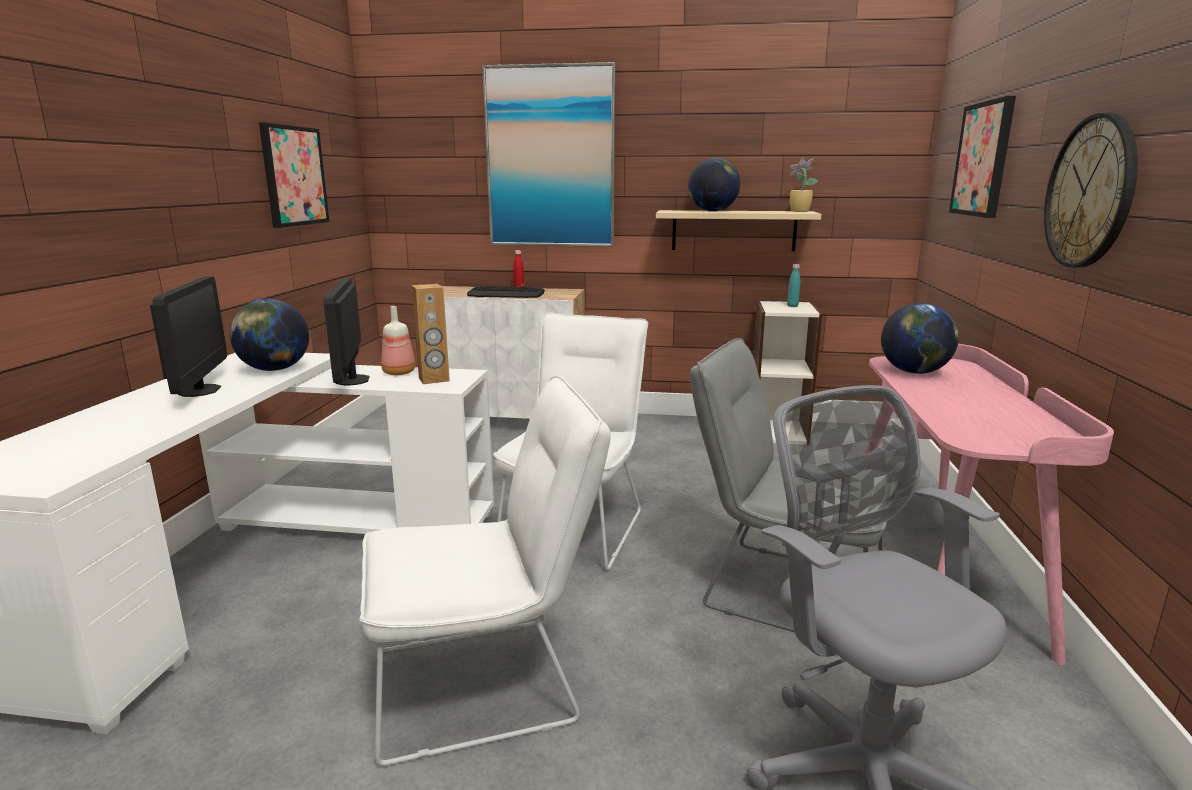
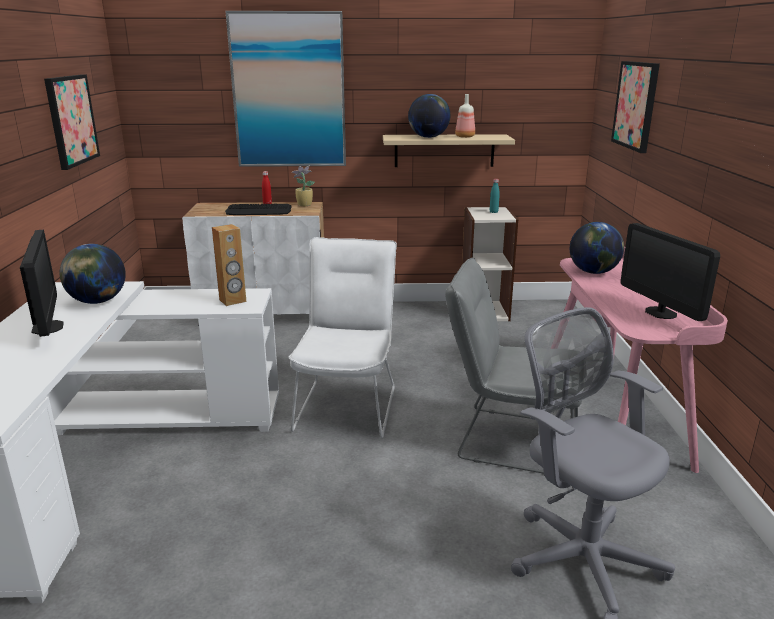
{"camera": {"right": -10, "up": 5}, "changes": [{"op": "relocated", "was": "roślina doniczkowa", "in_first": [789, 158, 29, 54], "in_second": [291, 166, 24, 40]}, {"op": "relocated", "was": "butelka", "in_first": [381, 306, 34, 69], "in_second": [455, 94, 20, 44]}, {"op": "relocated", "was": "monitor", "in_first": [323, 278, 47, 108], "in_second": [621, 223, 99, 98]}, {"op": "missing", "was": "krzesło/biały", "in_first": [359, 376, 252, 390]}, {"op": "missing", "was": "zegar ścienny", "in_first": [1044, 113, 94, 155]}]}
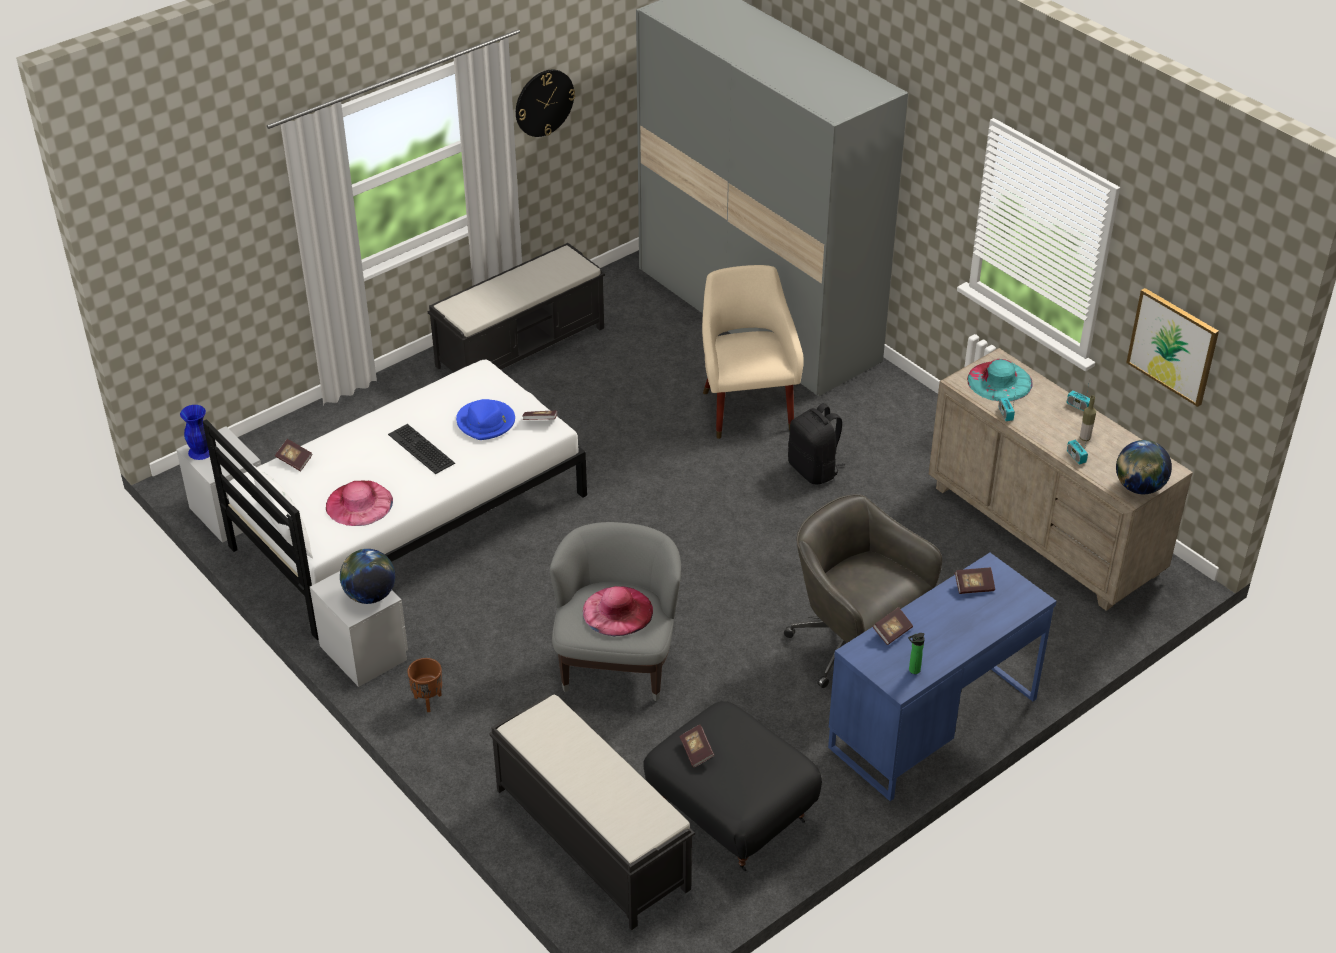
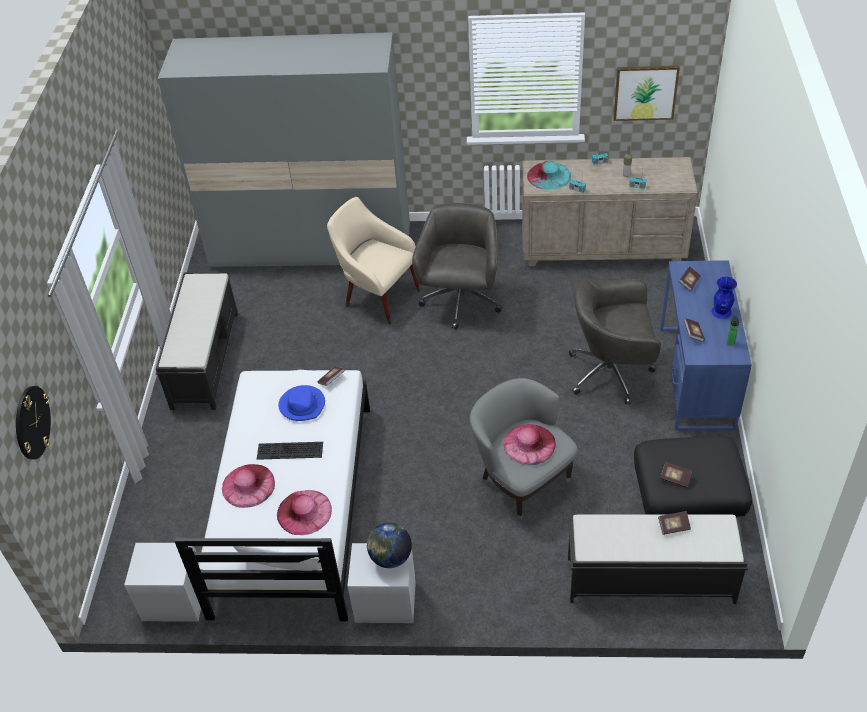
{"camera": {"right": -45, "up": 5}, "changes": [{"op": "relocated", "was": "zegar ścienny", "in_first": [516, 70, 59, 67], "in_second": [16, 386, 35, 73]}, {"op": "appeared", "now": "kapelusz/różowy", "in_second": [222, 464, 53, 44]}, {"op": "exchanged", "was": "plecak/czarny", "now": "krzesło biurowe/szary", "in_first": [788, 403, 57, 81], "in_second": [412, 203, 90, 127]}, {"op": "relocated", "was": "książka", "in_first": [275, 439, 38, 32], "in_second": [658, 511, 33, 24]}, {"op": "relocated", "was": "wazon/niebieski", "in_first": [180, 405, 30, 55], "in_second": [712, 277, 25, 42]}, {"op": "missing", "was": "donica/brązowy", "in_first": [407, 658, 35, 54]}, {"op": "missing", "was": "globus", "in_first": [1116, 440, 56, 54]}]}
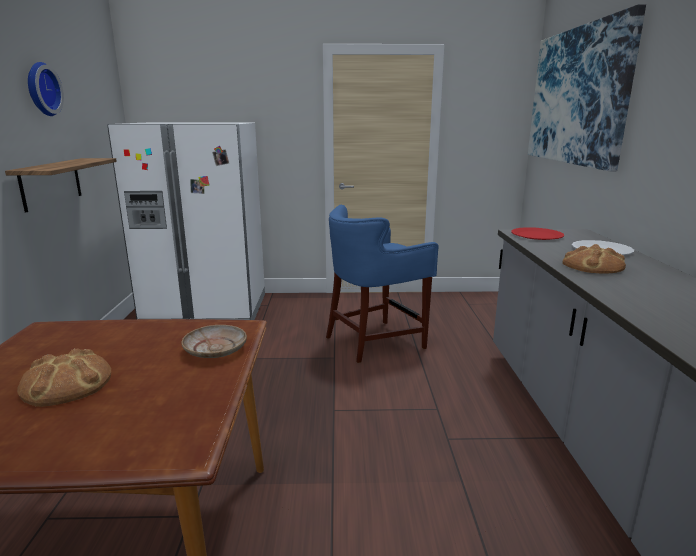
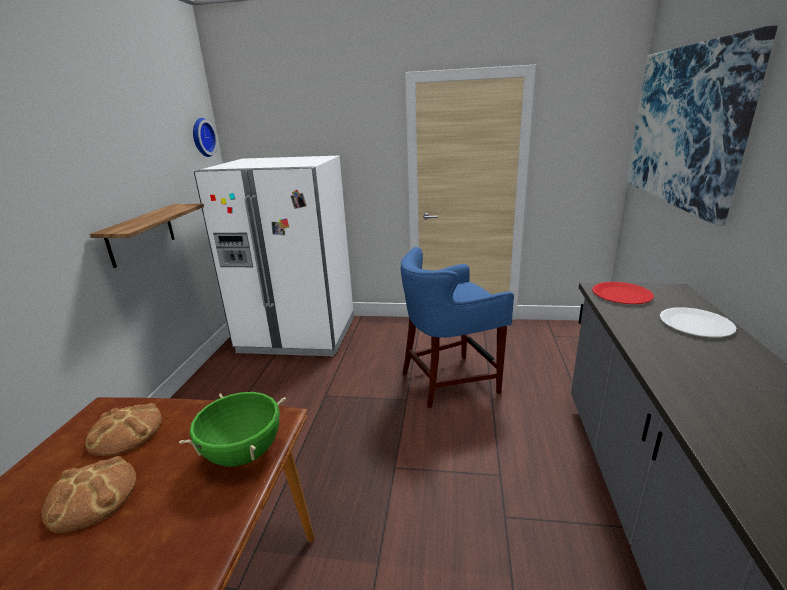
{"camera": {"right": 10, "up": 5}, "changes": [{"op": "relocated", "was": "chleb", "in_first": [562, 244, 64, 29], "in_second": [86, 403, 76, 53]}, {"op": "exchanged", "was": "talerz/beżowy", "now": "garnek/zielony", "in_first": [182, 325, 65, 33], "in_second": [179, 392, 107, 75]}, {"op": "relocated", "was": "zegar ścienny", "in_first": [28, 62, 36, 54], "in_second": [193, 118, 25, 39]}]}
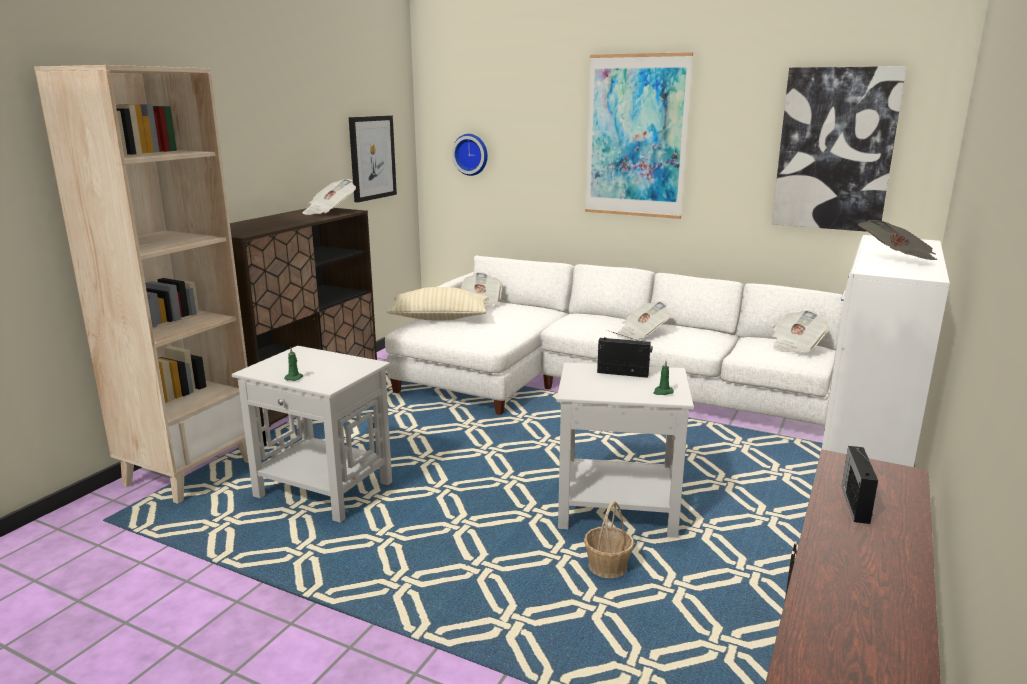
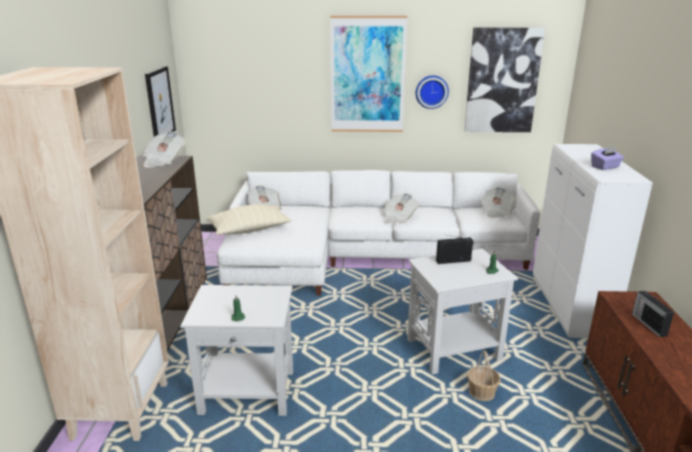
{"camera": {"right": -25, "up": 5}, "changes": [{"op": "relocated", "was": "zegar ścienny", "in_first": [452, 134, 36, 42], "in_second": [416, 75, 33, 34]}, {"op": "exchanged", "was": "gazeta", "now": "pudełko chusteczek/fioletowy", "in_first": [858, 220, 79, 40], "in_second": [591, 146, 33, 24]}]}
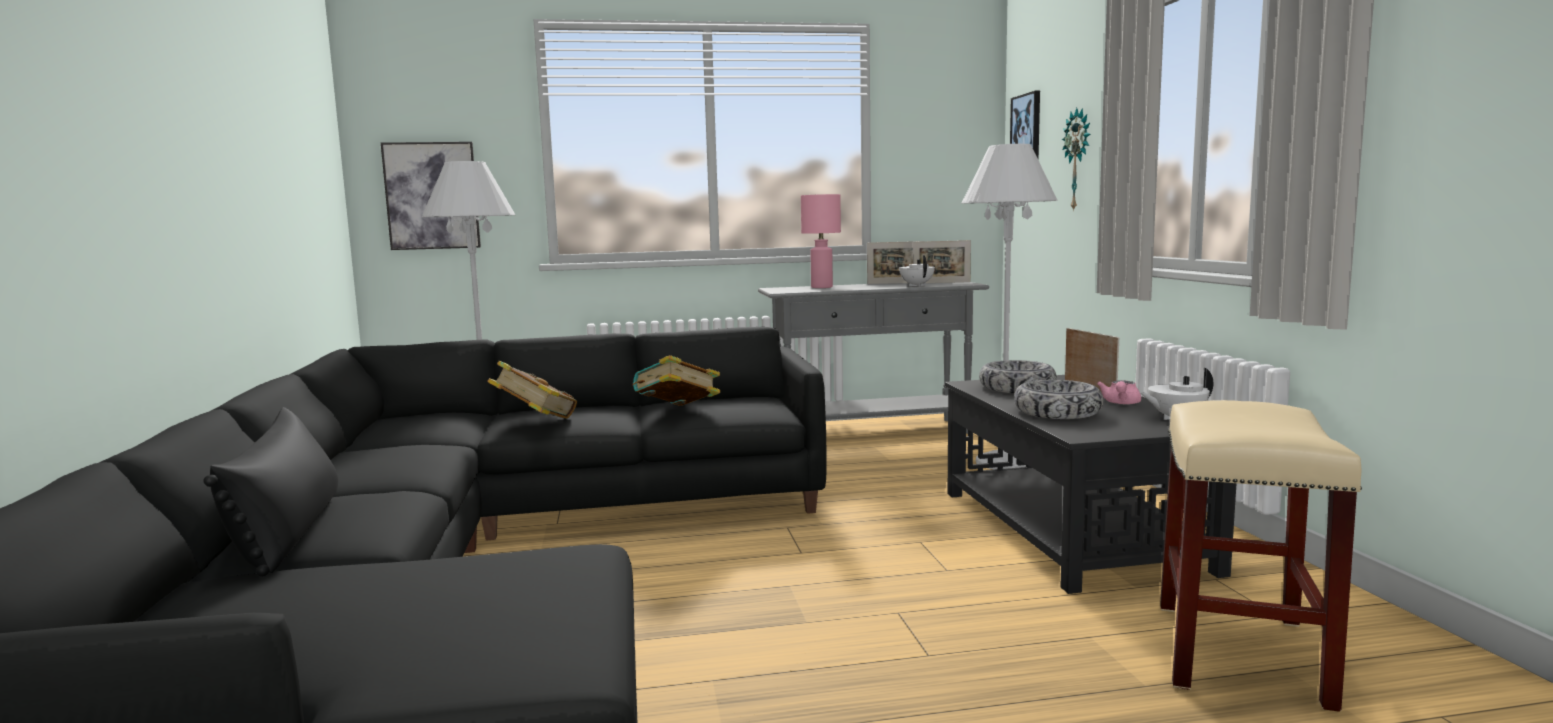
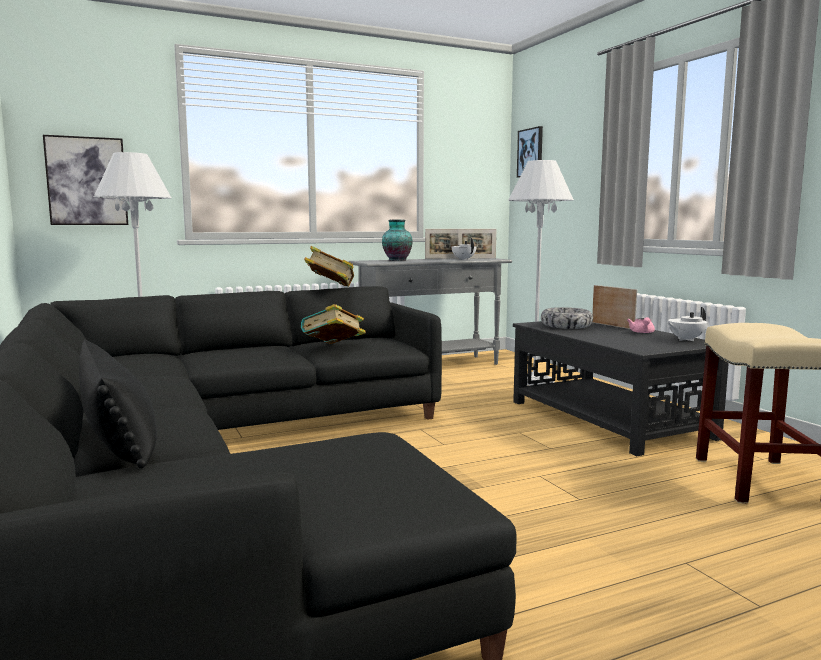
{"camera": {"right": -15, "up": 0}, "changes": [{"op": "relocated", "was": "książka", "in_first": [487, 361, 90, 58], "in_second": [304, 246, 50, 41]}, {"op": "exchanged", "was": "lampa stołowa/różowy", "now": "wazon", "in_first": [801, 194, 40, 94], "in_second": [382, 220, 31, 41]}, {"op": "missing", "was": "miska", "in_first": [1014, 380, 90, 39]}, {"op": "missing", "was": "zegar ścienny", "in_first": [1062, 108, 28, 104]}]}
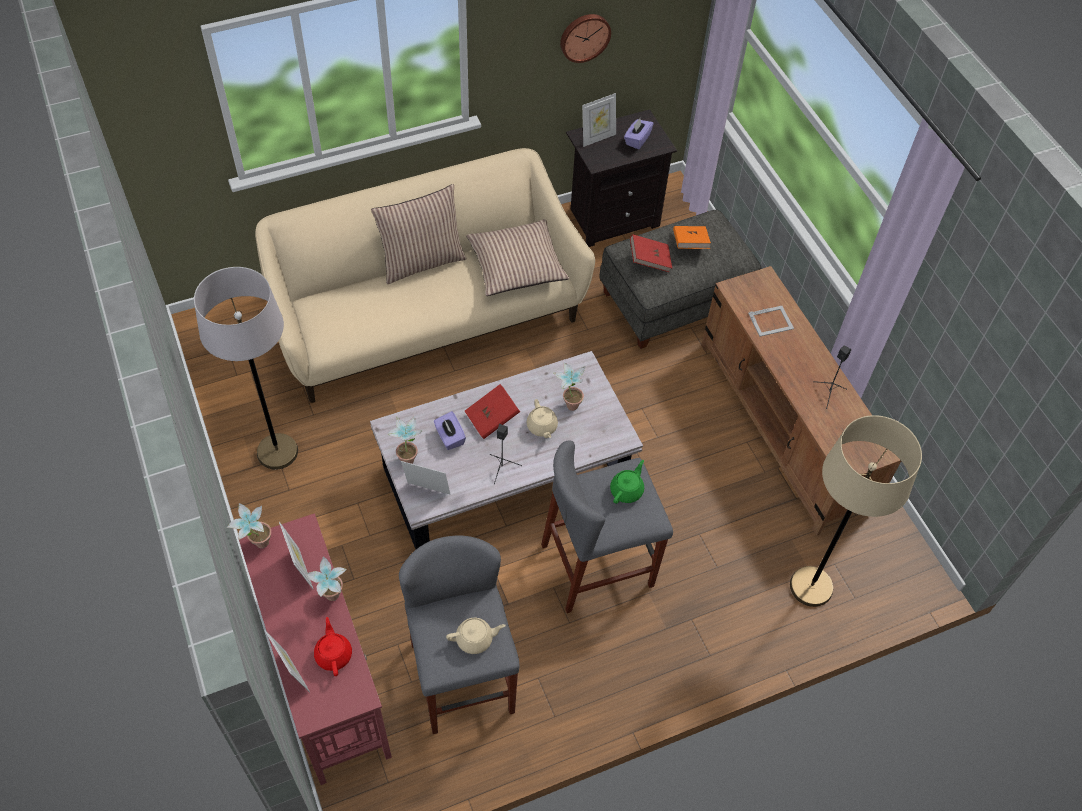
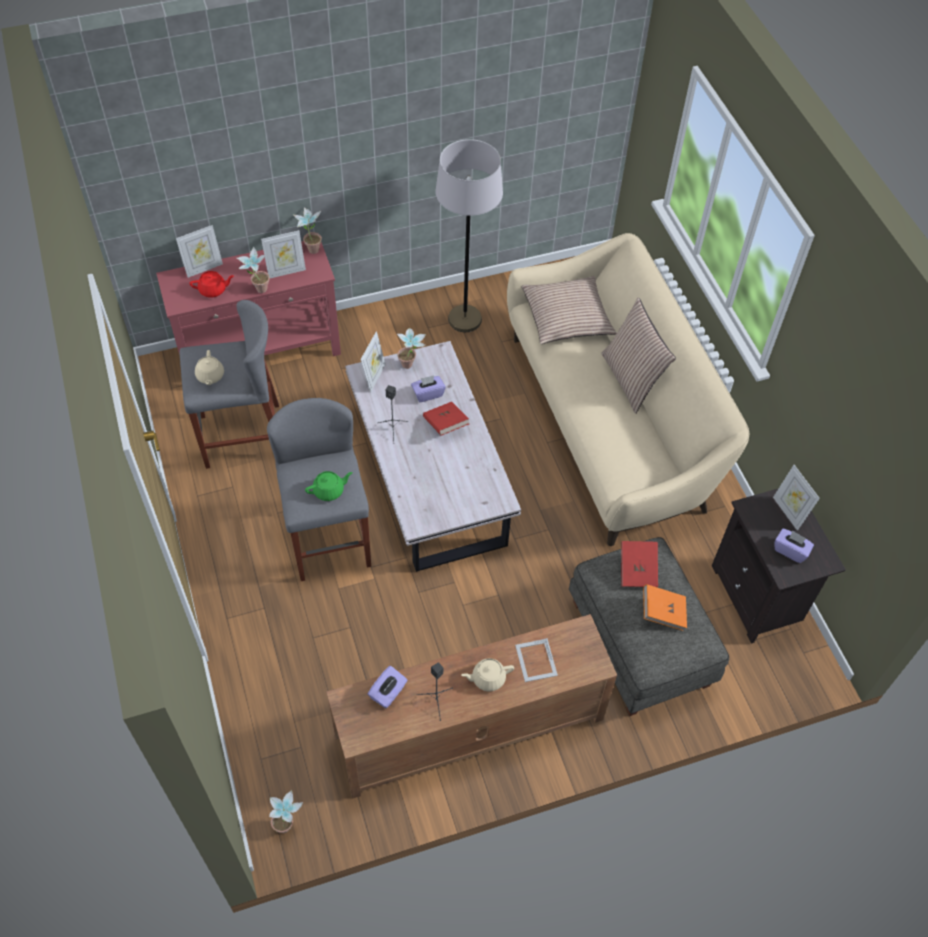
{"camera": {"right": 95, "up": 0}, "changes": [{"op": "relocated", "was": "roślina doniczkowa", "in_first": [553, 362, 32, 49], "in_second": [269, 790, 34, 43]}, {"op": "spun", "was": "imbryk/zielony", "in_first": [610, 460, 34, 44], "in_second": [305, 471, 48, 30], "clockwise": -60}, {"op": "appeared", "now": "pudełko chusteczek/fioletowy", "in_second": [368, 666, 40, 43]}, {"op": "relocated", "was": "imbryk/beżowy", "in_first": [526, 399, 32, 39], "in_second": [461, 658, 53, 34]}, {"op": "relocated", "was": "poduszka", "in_first": [466, 219, 104, 77], "in_second": [522, 276, 95, 68]}, {"op": "missing", "was": "zegar ścienny", "in_first": [560, 14, 51, 49]}, {"op": "missing", "was": "lampa stojąca/beżowy", "in_first": [790, 415, 132, 192]}]}
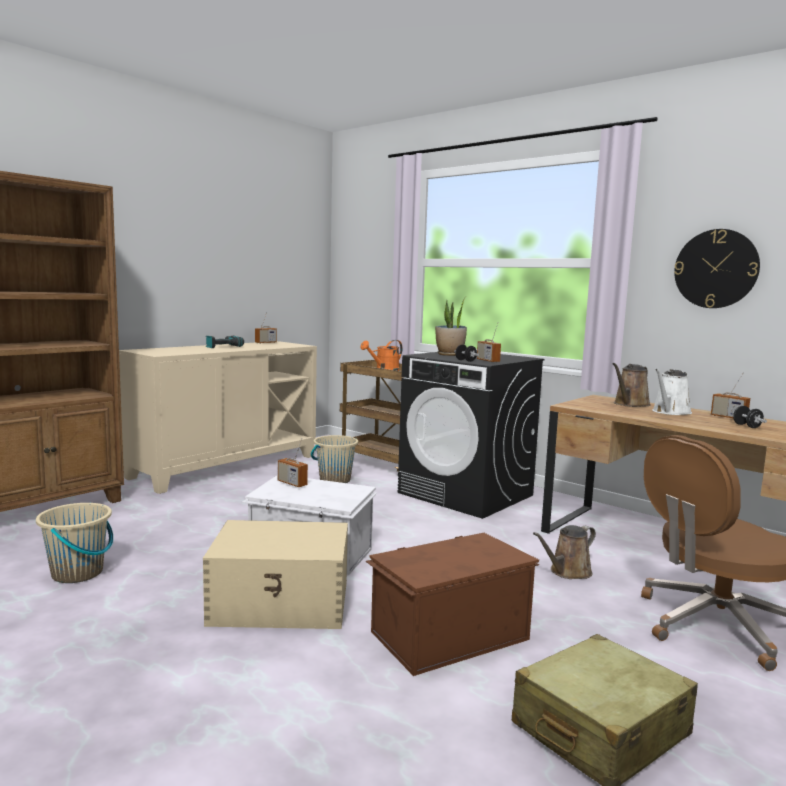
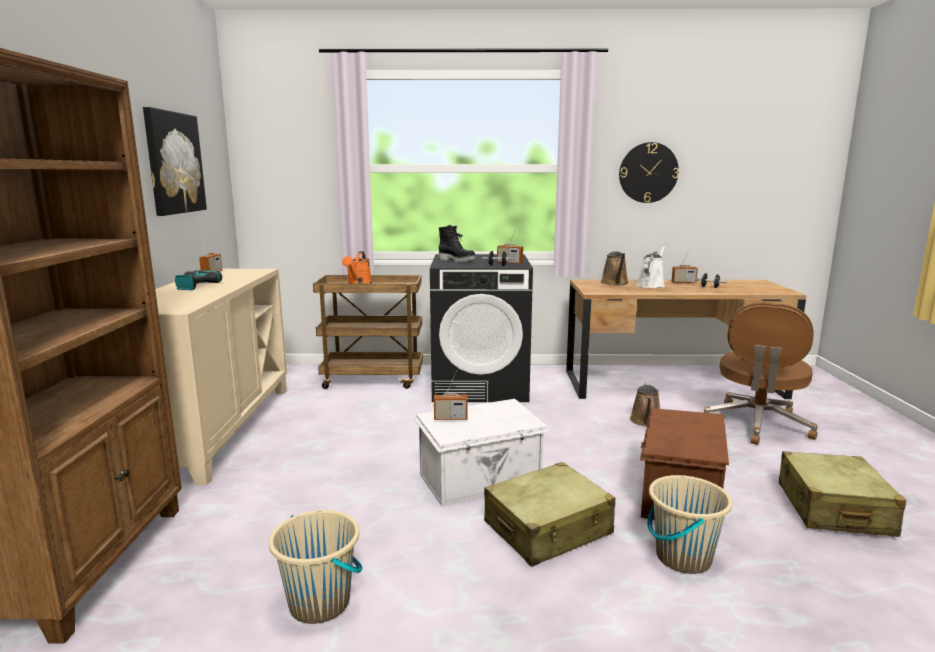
{"camera": {"right": -40, "up": 5}, "changes": [{"op": "appeared", "now": "obraz", "in_second": [143, 107, 64, 109]}, {"op": "exchanged", "was": "roślina doniczkowa", "now": "but z cholewką/czarny", "in_first": [435, 298, 32, 58], "in_second": [439, 225, 38, 38]}, {"op": "exchanged", "was": "pojemnik do przechowywania/beżowy", "now": "walizka/beżowy", "in_first": [203, 520, 145, 109], "in_second": [484, 462, 131, 105]}, {"op": "spun", "was": "konewka/biały", "in_first": [652, 369, 40, 46], "in_second": [636, 246, 29, 42], "clockwise": -150}, {"op": "relocated", "was": "wiadro/beżowy", "in_first": [311, 435, 47, 48], "in_second": [647, 475, 86, 99]}]}
